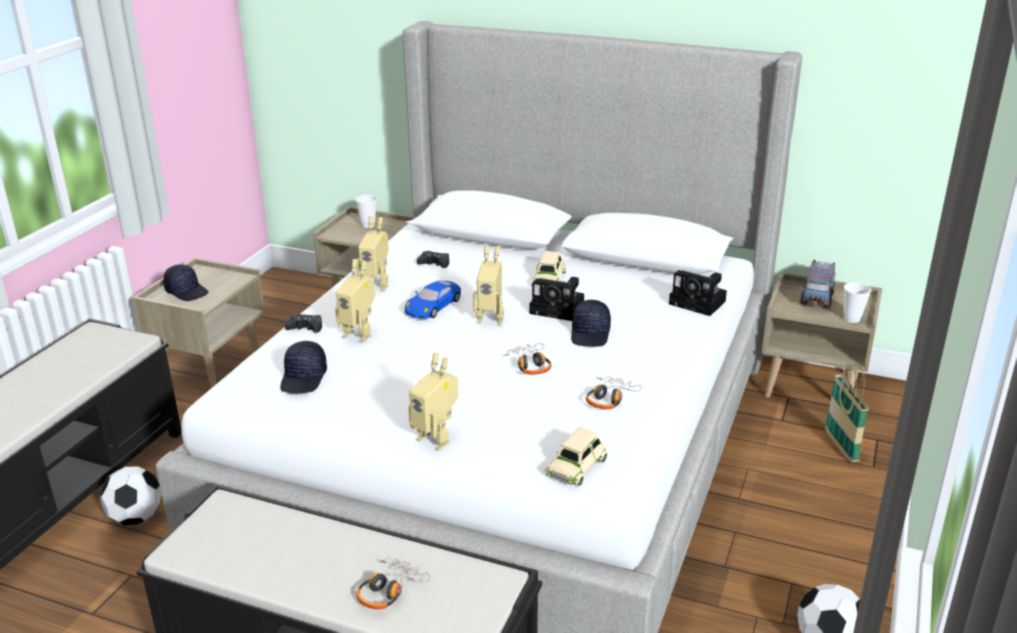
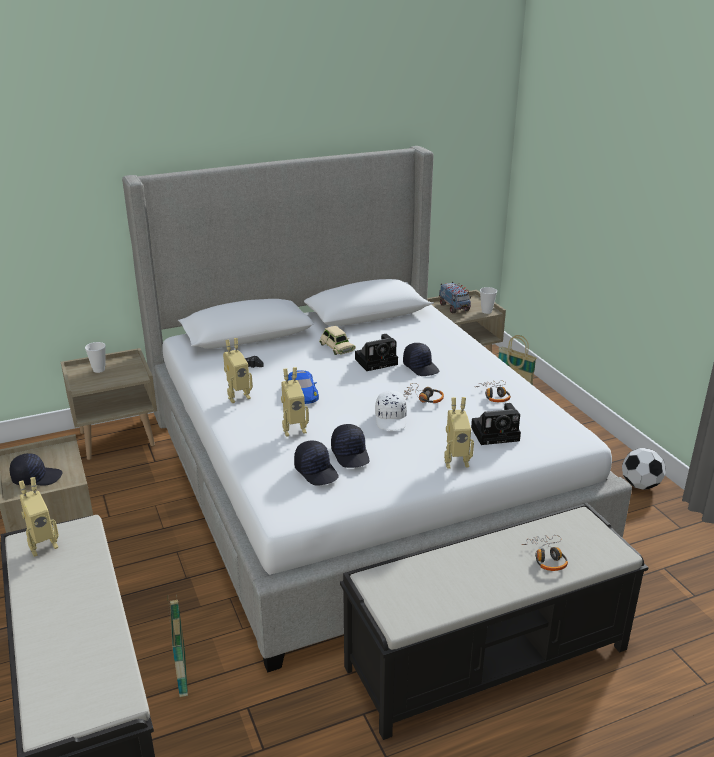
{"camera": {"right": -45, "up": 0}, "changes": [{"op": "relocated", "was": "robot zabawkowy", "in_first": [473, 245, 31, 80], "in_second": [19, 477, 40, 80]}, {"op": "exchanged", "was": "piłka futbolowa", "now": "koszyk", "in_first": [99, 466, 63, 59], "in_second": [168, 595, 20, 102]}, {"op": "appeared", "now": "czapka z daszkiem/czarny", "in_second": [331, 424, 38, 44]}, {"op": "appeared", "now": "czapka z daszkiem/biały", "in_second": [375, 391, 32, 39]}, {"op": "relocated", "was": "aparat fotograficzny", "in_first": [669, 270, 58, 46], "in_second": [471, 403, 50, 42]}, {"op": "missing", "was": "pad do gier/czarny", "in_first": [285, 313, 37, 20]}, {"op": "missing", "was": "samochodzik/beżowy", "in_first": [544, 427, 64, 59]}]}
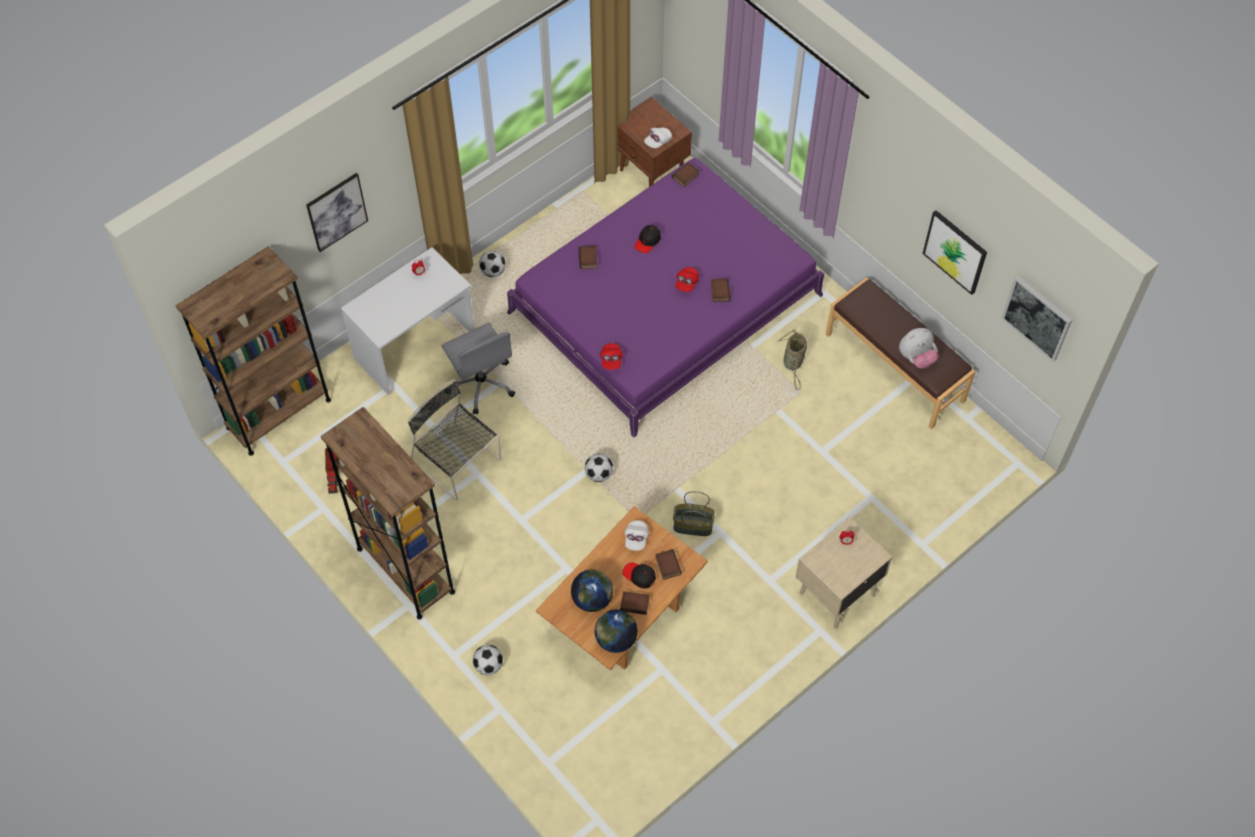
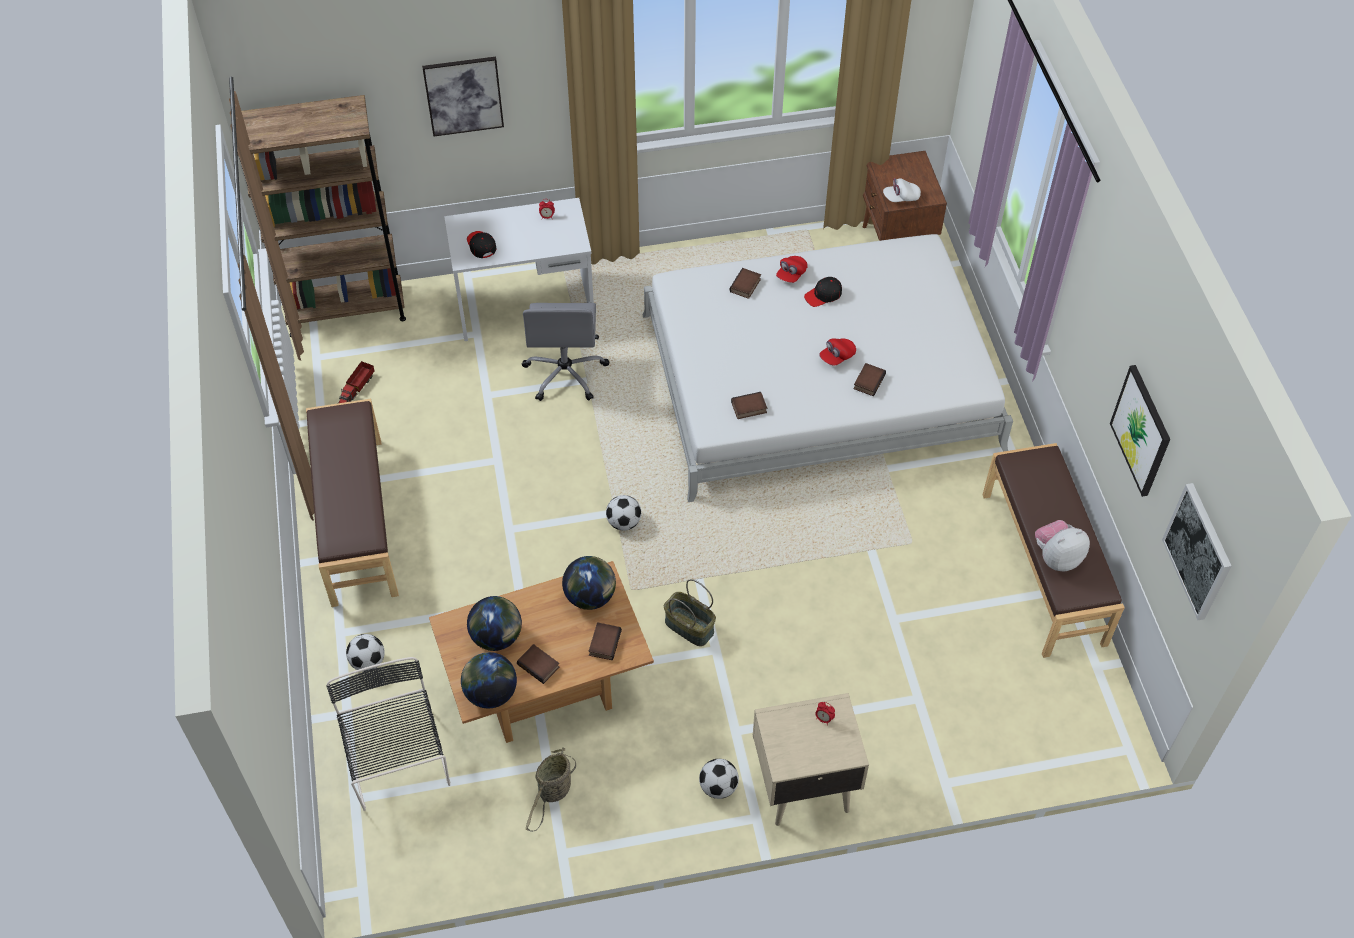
{"camera": {"right": 30, "up": -5}, "changes": [{"op": "exchanged", "was": "regał/brązowy", "now": "ławka/brązowy", "in_first": [321, 407, 134, 213], "in_second": [306, 399, 93, 208]}, {"op": "relocated", "was": "krzesło/czarny", "in_first": [408, 379, 93, 121], "in_second": [326, 657, 125, 154]}, {"op": "relocated", "was": "czapka z daszkiem/czarny", "in_first": [623, 562, 33, 27], "in_second": [467, 231, 29, 27]}, {"op": "relocated", "was": "koszyk", "in_first": [778, 329, 29, 61], "in_second": [526, 747, 50, 85]}, {"op": "exchanged", "was": "czapka z daszkiem/biały", "now": "globus", "in_first": [625, 520, 24, 31], "in_second": [562, 556, 54, 54]}, {"op": "colour", "was": "łóżko/fioletowy", "now": "łóżko/biały", "in_first": [507, 158, 317, 280], "in_second": [643, 234, 370, 268]}, {"op": "relocated", "was": "piłka futbolowa", "in_first": [479, 251, 27, 26], "in_second": [699, 759, 40, 40]}, {"op": "relocated", "was": "książka", "in_first": [672, 162, 28, 25], "in_second": [731, 392, 36, 27]}, {"op": "relocated", "was": "czapka z daszkiem/czerwony", "in_first": [600, 343, 23, 27], "in_second": [776, 256, 32, 27]}, {"op": "spun", "was": "pluszak", "in_first": [899, 328, 39, 41], "in_second": [1035, 520, 55, 51], "clockwise": 150}]}
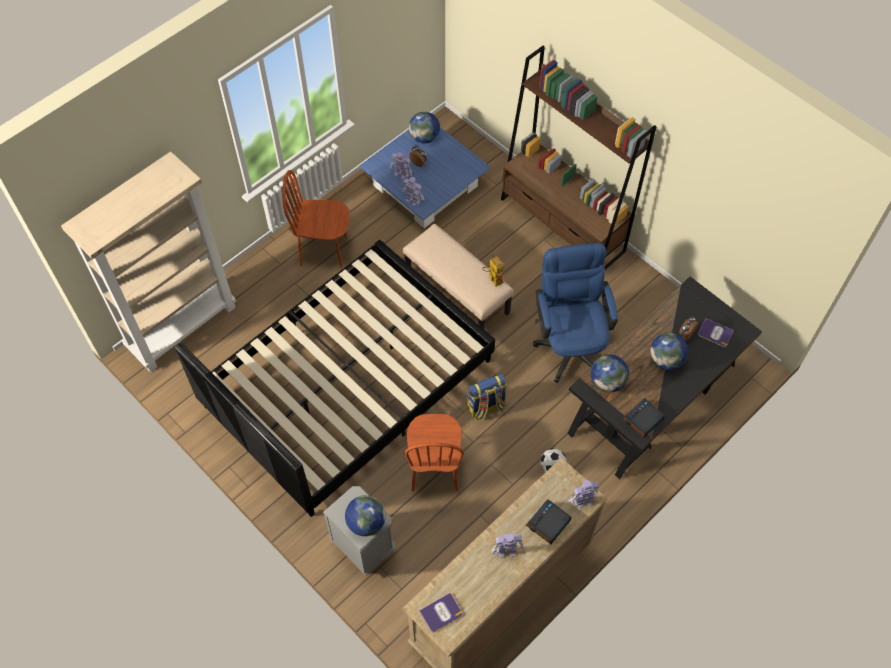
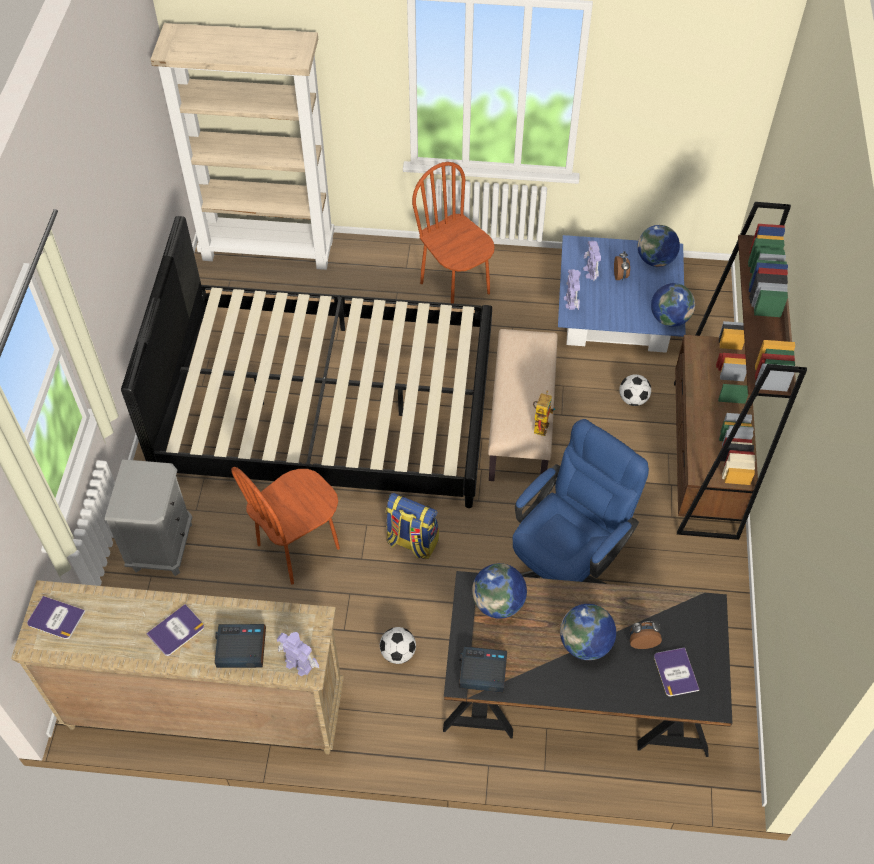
{"camera": {"right": 50, "up": -5}, "changes": [{"op": "exchanged", "was": "robot zabawkowy", "now": "książka", "in_first": [492, 534, 32, 24], "in_second": [146, 604, 58, 52]}, {"op": "appeared", "now": "piłka futbolowa", "in_second": [619, 374, 32, 32]}, {"op": "relocated", "was": "globus", "in_first": [345, 495, 41, 41], "in_second": [651, 283, 44, 44]}]}
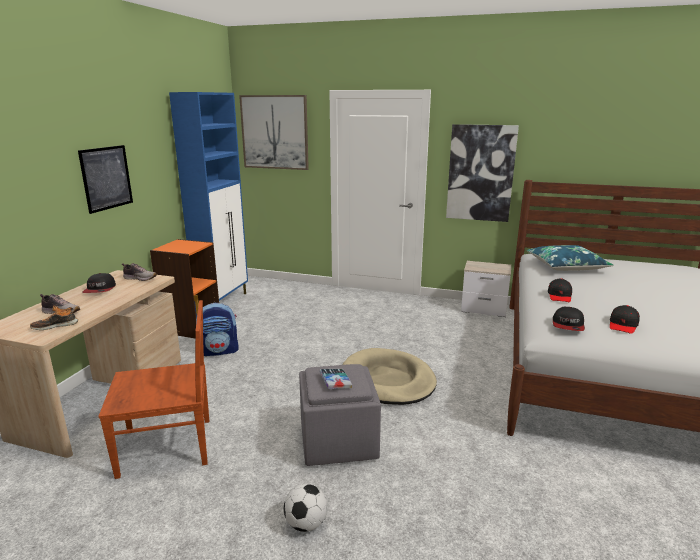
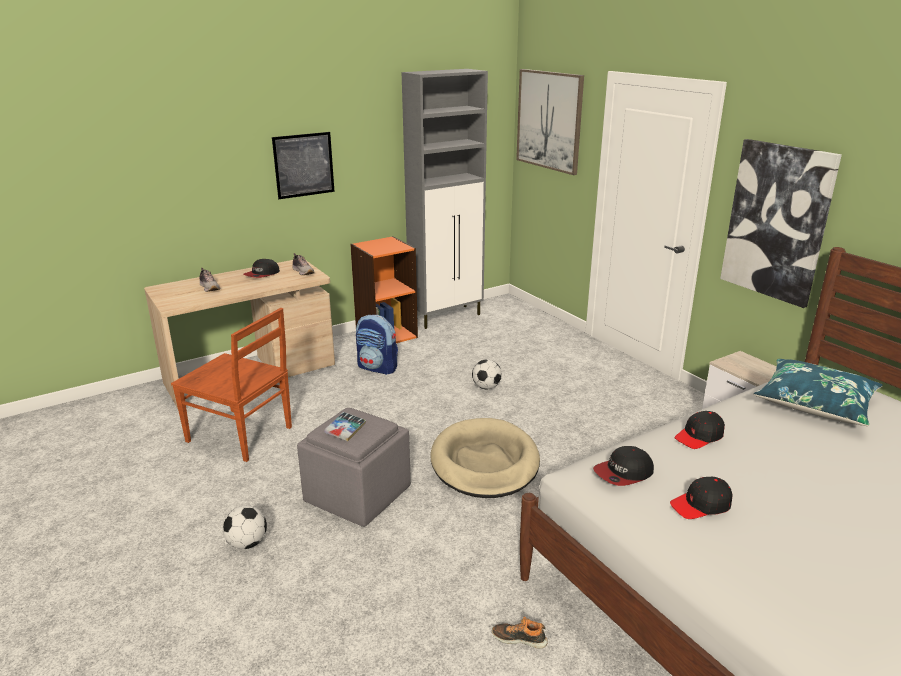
{"camera": {"right": 40, "up": 5}, "changes": [{"op": "colour", "was": "szafka/niebieski", "now": "szafka/szary", "in_first": [169, 92, 79, 209], "in_second": [402, 69, 86, 260]}, {"op": "appeared", "now": "piłka futbolowa", "in_second": [472, 359, 30, 30]}, {"op": "relocated", "was": "but", "in_first": [30, 305, 48, 25], "in_second": [492, 617, 56, 32]}]}
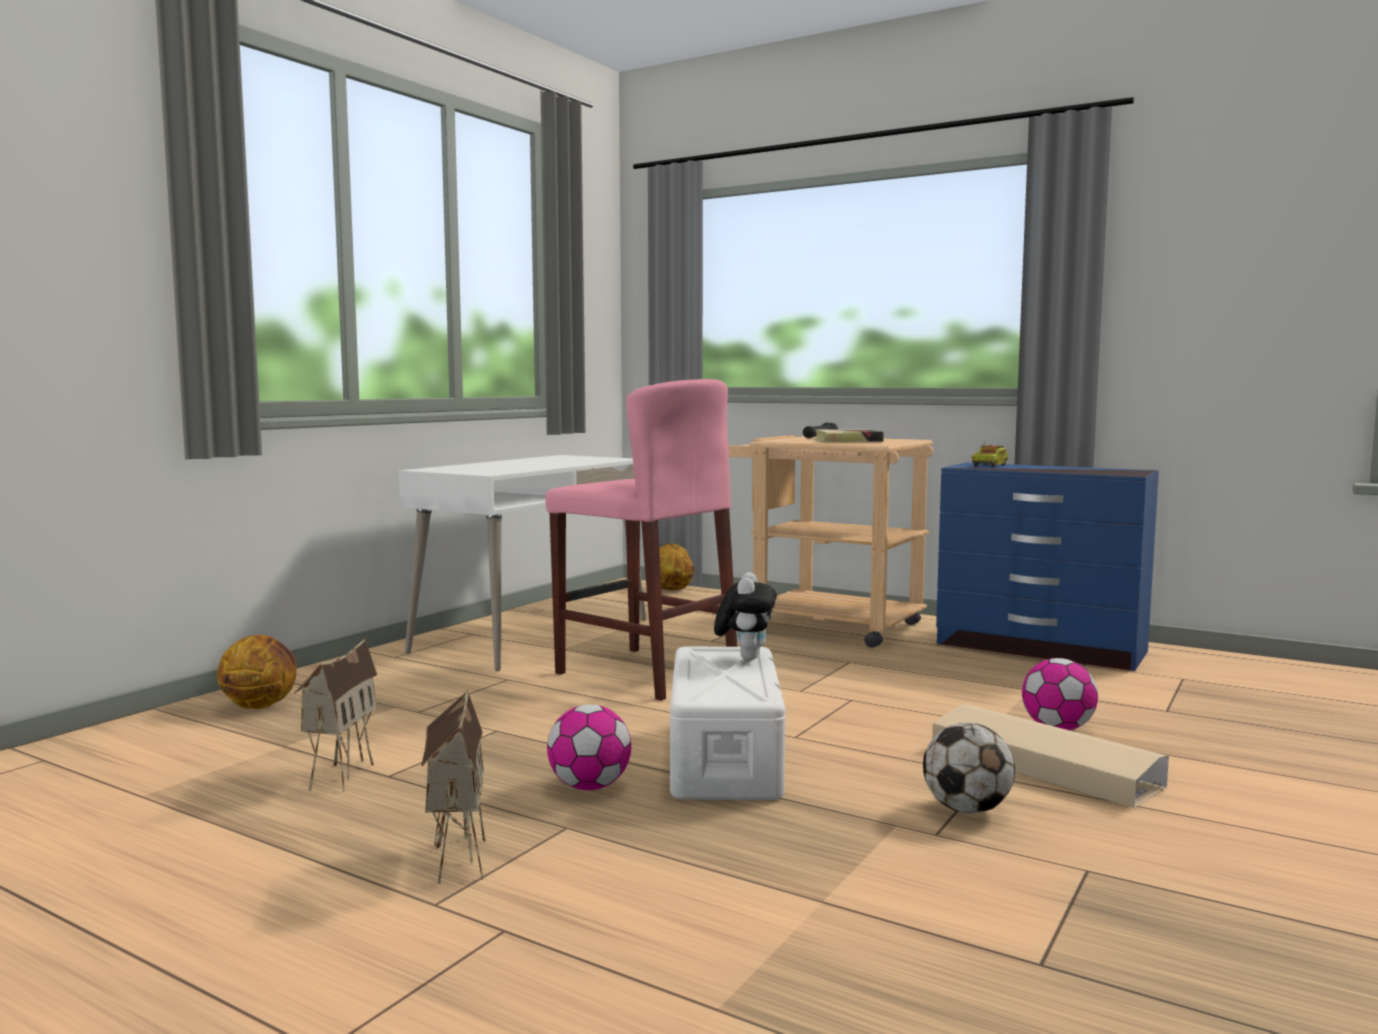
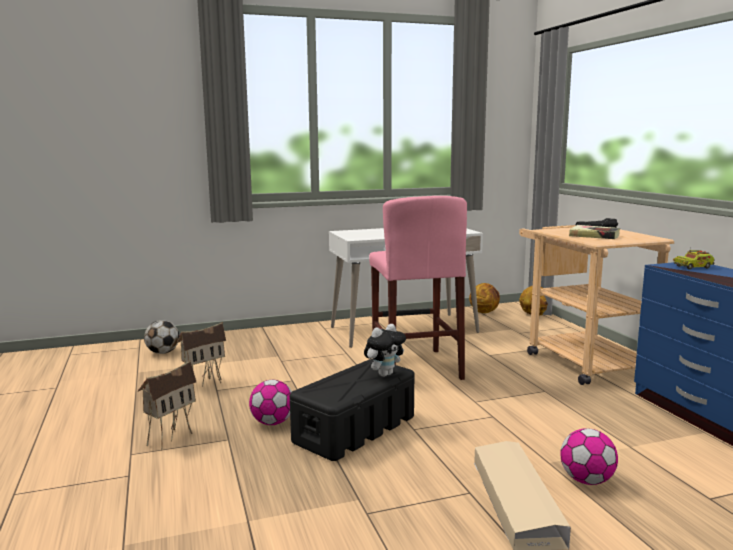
{"camera": {"right": 40, "up": 5}, "changes": [{"op": "relocated", "was": "piłka futbolowa", "in_first": [923, 723, 92, 90], "in_second": [144, 320, 35, 34]}, {"op": "colour", "was": "pojemnik do przechowywania/biały", "now": "pojemnik do przechowywania/czarny", "in_first": [670, 647, 115, 153], "in_second": [290, 359, 124, 102]}, {"op": "relocated", "was": "piłka do koszykówki", "in_first": [217, 635, 80, 74], "in_second": [469, 283, 31, 30]}]}
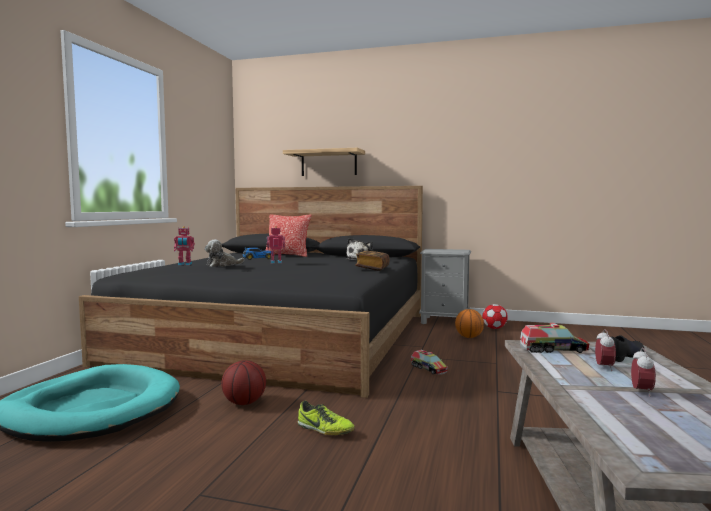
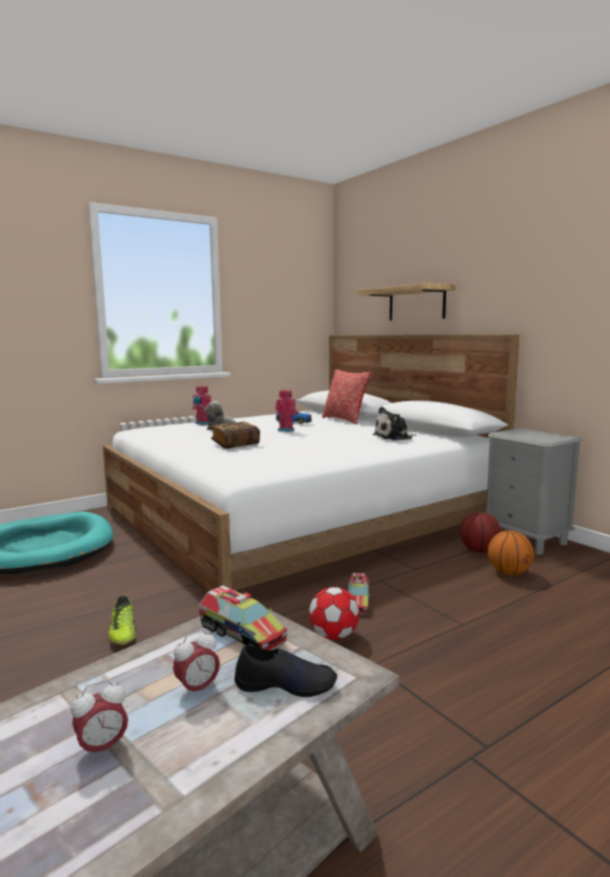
{"camera": {"right": 40, "up": 5}, "changes": [{"op": "colour", "was": "łóżko/czarny", "now": "łóżko/biały", "in_first": [79, 186, 344, 212], "in_second": [103, 334, 417, 258]}, {"op": "relocated", "was": "książka", "in_first": [355, 251, 35, 20], "in_second": [211, 422, 49, 27]}, {"op": "relocated", "was": "piłka futbolowa", "in_first": [482, 304, 26, 25], "in_second": [309, 587, 50, 53]}, {"op": "relocated", "was": "piłka do koszykówki", "in_first": [221, 360, 45, 45], "in_second": [460, 512, 41, 41]}]}
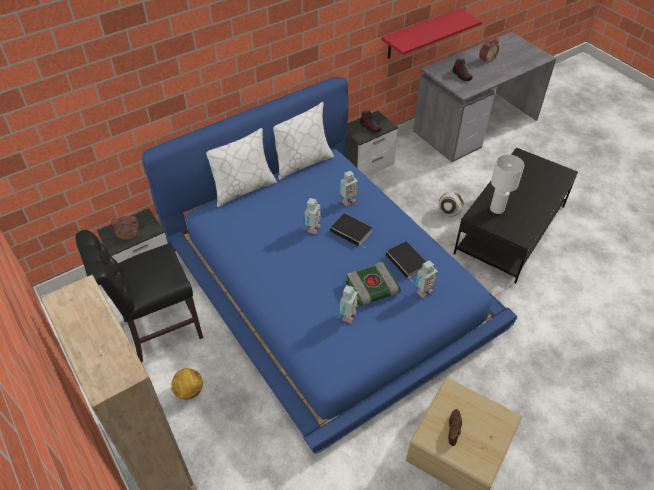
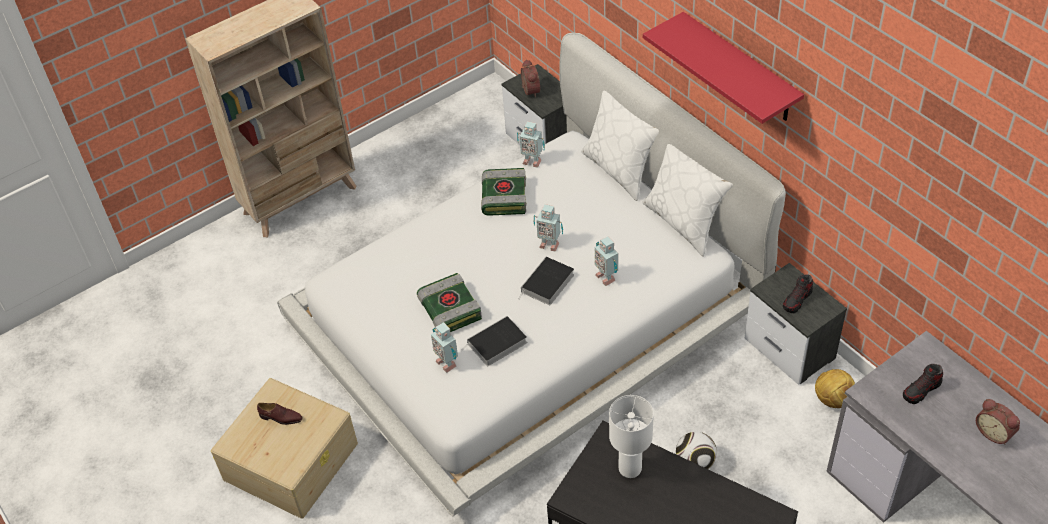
{"camera": {"right": 90, "up": 0}, "changes": [{"op": "colour", "was": "łóżko/niebieski", "now": "łóżko/biały", "in_first": [142, 77, 375, 377], "in_second": [277, 33, 509, 483]}, {"op": "appeared", "now": "książka", "in_second": [481, 168, 46, 48]}, {"op": "relocated", "was": "robot zabawkowy", "in_first": [340, 285, 18, 38], "in_second": [517, 121, 28, 47]}, {"op": "relocated", "was": "półka/czerwony", "in_first": [382, 8, 100, 51], "in_second": [643, 12, 161, 112]}, {"op": "relocated", "was": "piłka futbolowa", "in_first": [171, 368, 32, 32], "in_second": [815, 369, 40, 39]}, {"op": "missing", "was": "krzesło/czarny", "in_first": [75, 230, 128, 132]}]}
